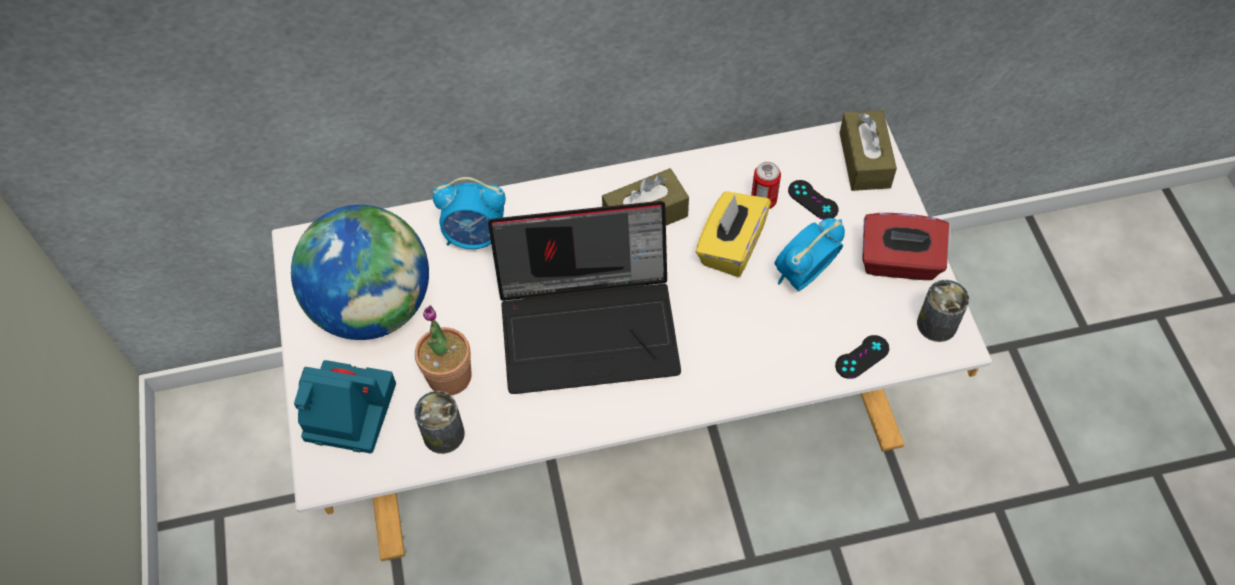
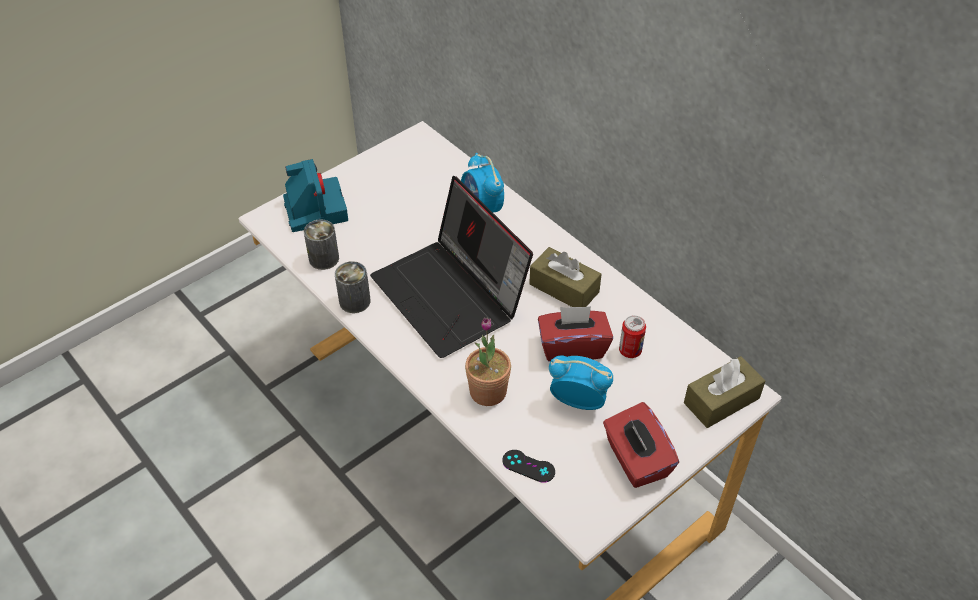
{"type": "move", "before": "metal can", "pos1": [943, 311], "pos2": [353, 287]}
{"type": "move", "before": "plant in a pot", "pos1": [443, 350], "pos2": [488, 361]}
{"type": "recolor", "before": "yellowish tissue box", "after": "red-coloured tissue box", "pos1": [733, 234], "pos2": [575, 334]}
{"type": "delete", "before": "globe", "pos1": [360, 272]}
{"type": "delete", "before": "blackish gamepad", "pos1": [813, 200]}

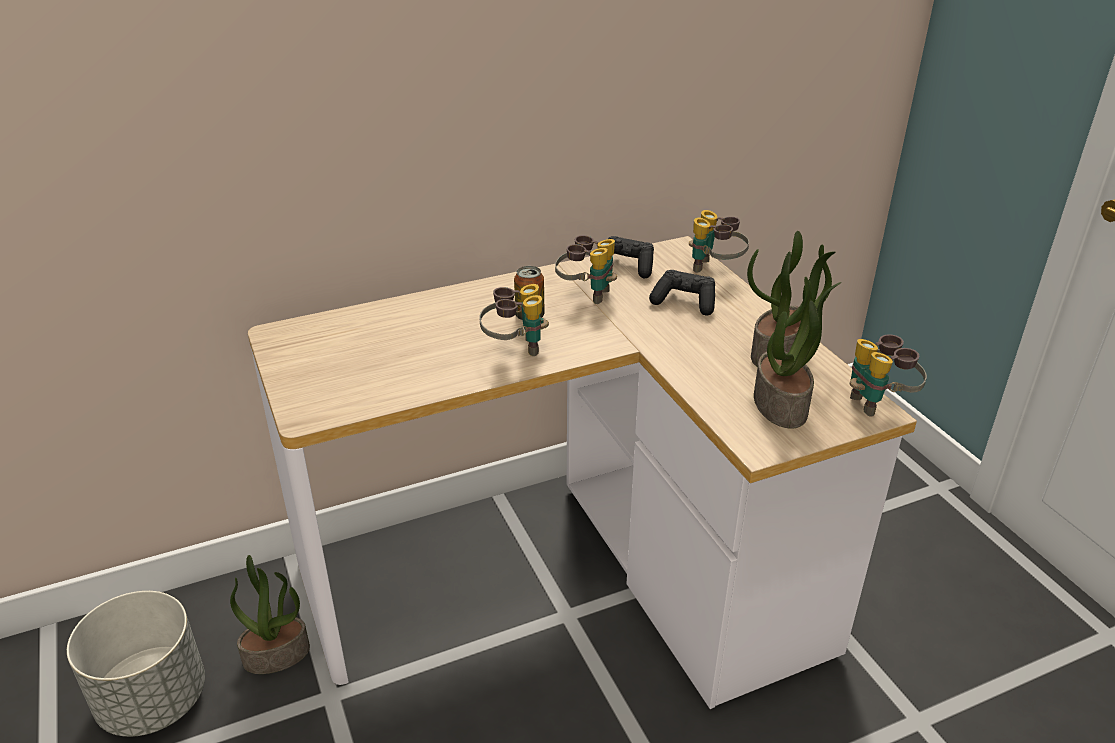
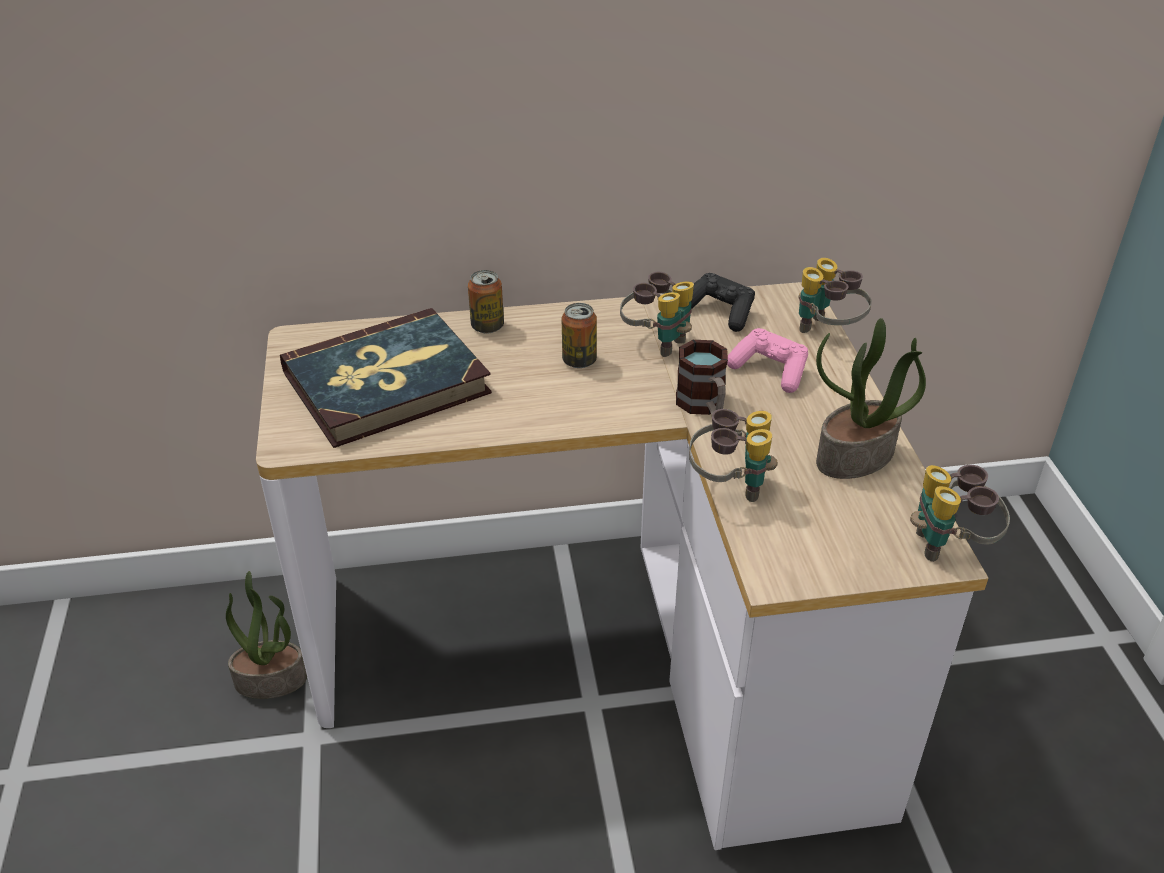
{"type": "insert", "after": "bound book", "pos2": [386, 378]}
{"type": "insert", "after": "metal can", "pos2": [486, 302]}
{"type": "insert", "after": "tea mug", "pos2": [702, 377]}
{"type": "move", "before": "field glasses", "pos1": [514, 320], "pos2": [733, 455]}
{"type": "recolor", "before": "blackish gamepad", "after": "pinkish gamepad", "pos1": [682, 293], "pos2": [767, 360]}
{"type": "delete", "before": "greyish plant pot", "pos1": [136, 664]}
{"type": "delete", "before": "plant in a pot", "pos1": [797, 353]}

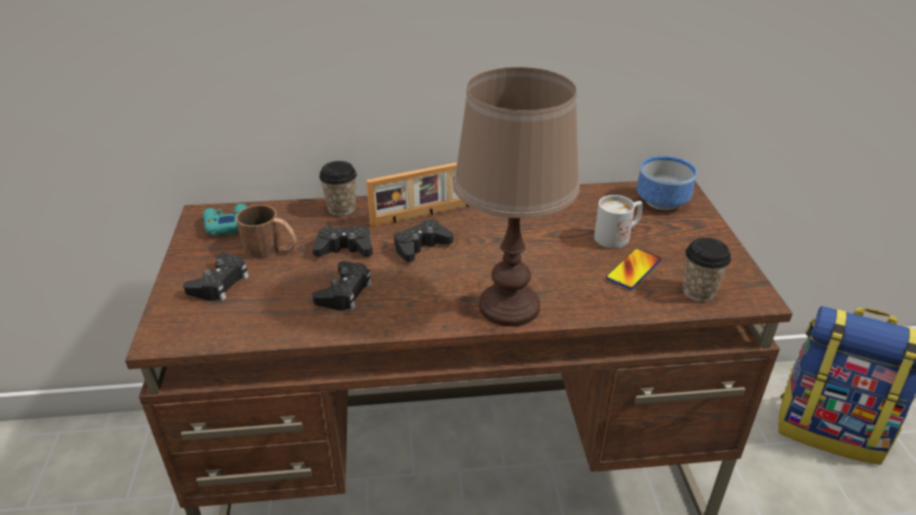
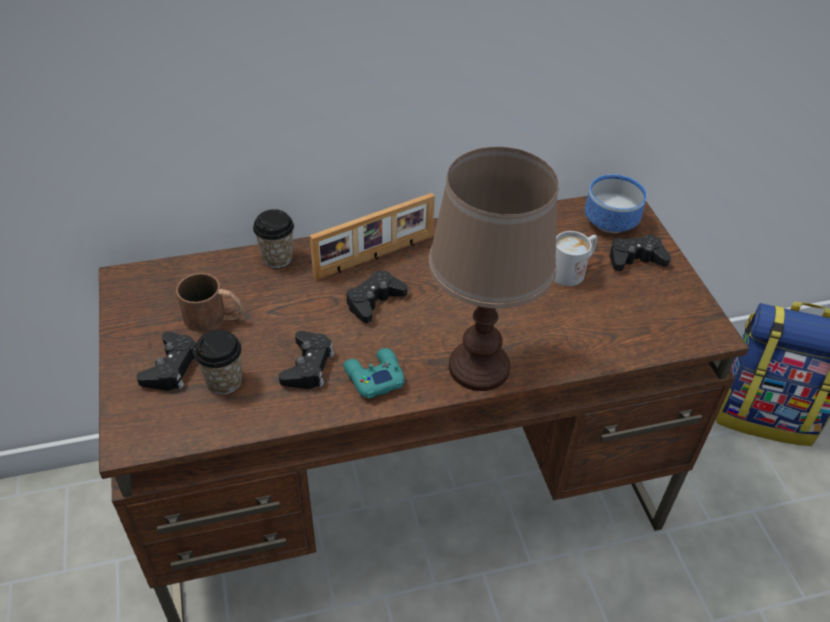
{"type": "move", "before": "cup", "pos1": [706, 270], "pos2": [218, 362]}
{"type": "move", "before": "turquoise-coloured gamepad", "pos1": [225, 219], "pos2": [374, 373]}
{"type": "move", "before": "blackish gamepad", "pos1": [342, 241], "pos2": [640, 253]}
{"type": "delete", "before": "phone", "pos1": [633, 269]}

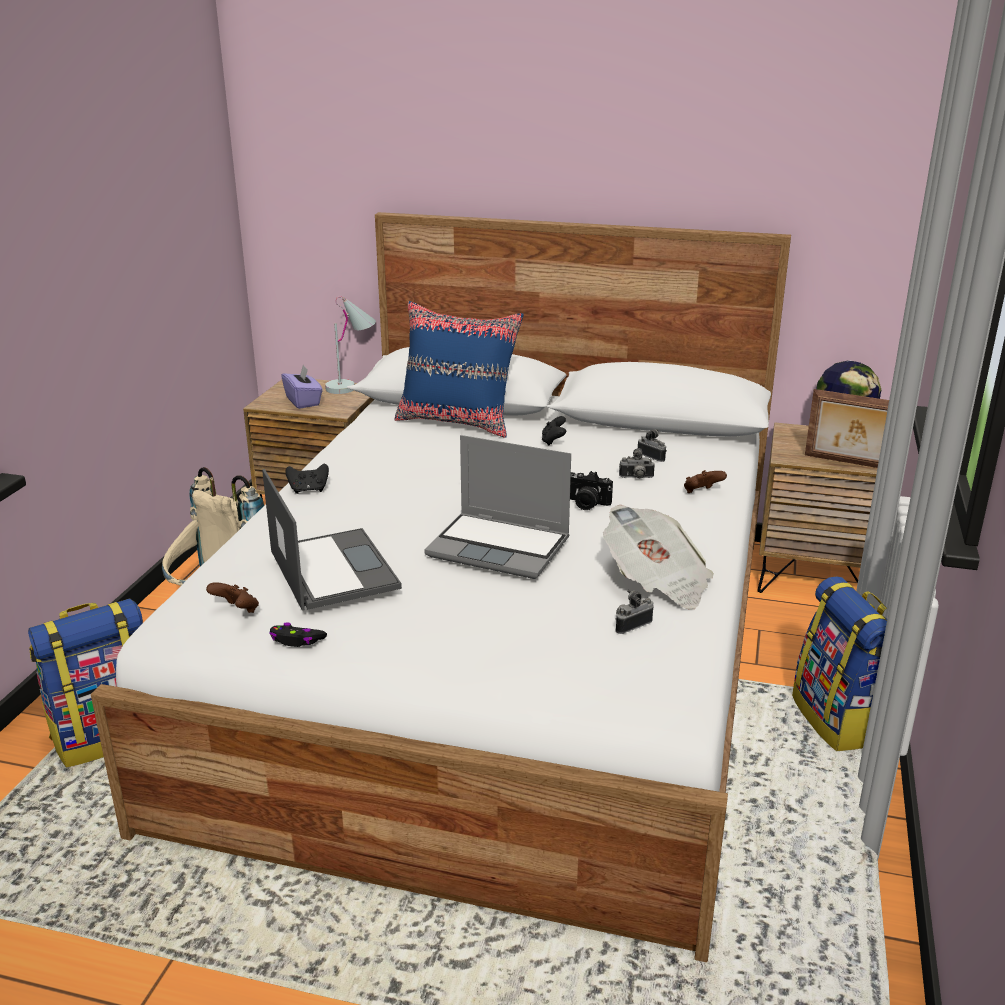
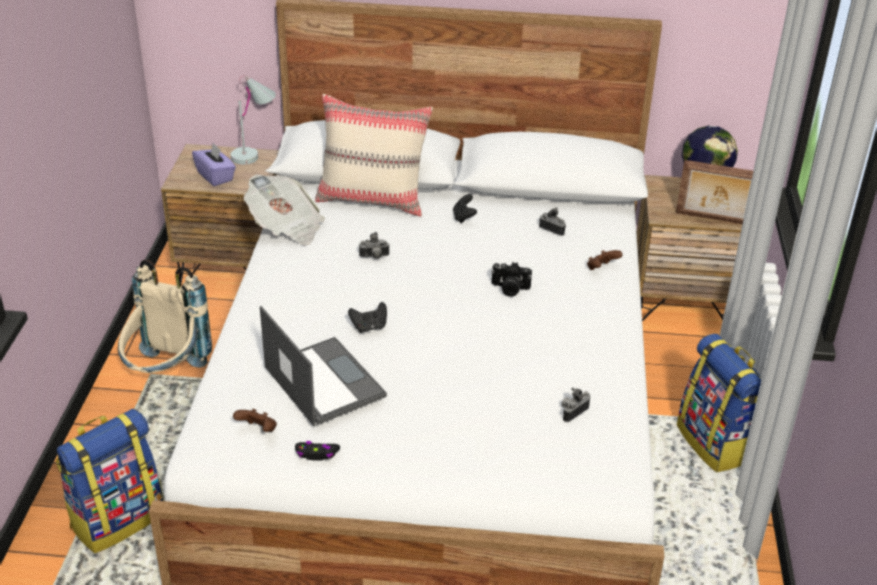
{"type": "move", "before": "daily paper", "pos1": [658, 557], "pos2": [284, 209]}
{"type": "recolor", "before": "bluish throw pillow", "after": "sand-coloured throw pillow", "pos1": [459, 369], "pos2": [374, 155]}
{"type": "move", "before": "blackish gamepad", "pos1": [307, 479], "pos2": [367, 317]}
{"type": "move", "before": "photo camera", "pos1": [637, 463], "pos2": [374, 245]}
{"type": "delete", "before": "portable computer", "pos1": [497, 507]}

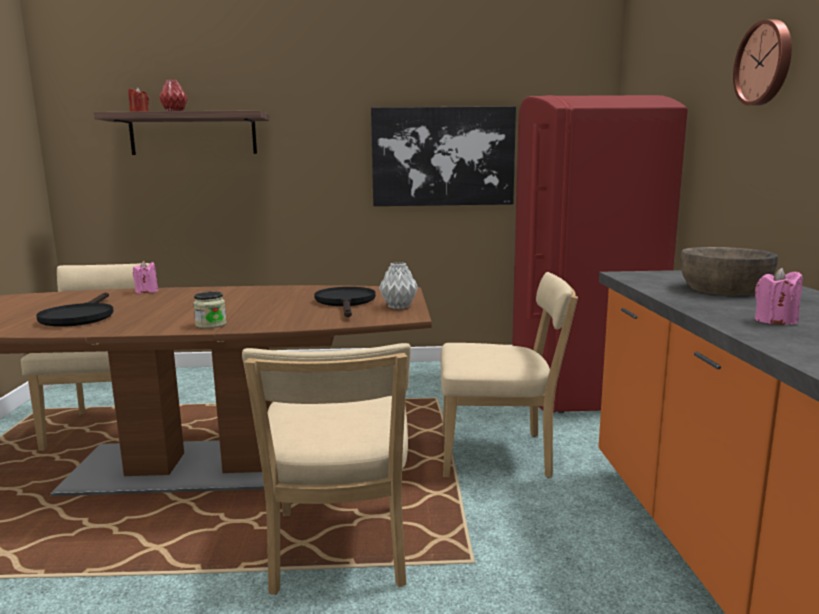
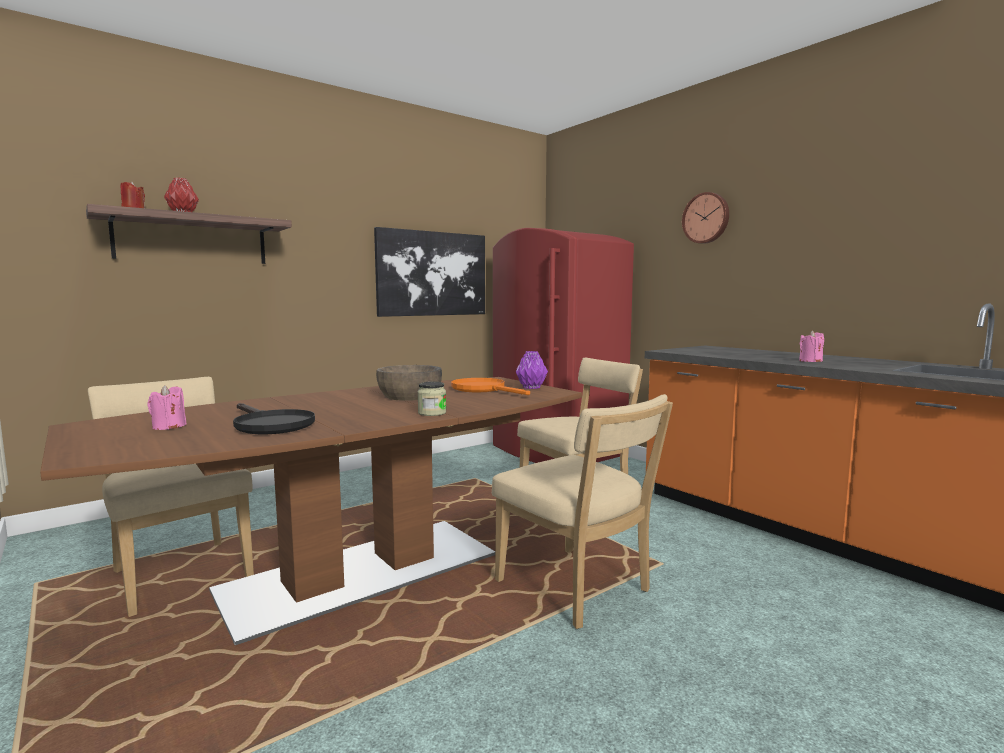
{"type": "move", "before": "pinkish wax light", "pos1": [145, 277], "pos2": [167, 407]}
{"type": "move", "before": "brown-coloured bowl", "pos1": [729, 271], "pos2": [409, 383]}
{"type": "recolor", "before": "blackish skillet", "after": "orange-coloured skillet", "pos1": [345, 302], "pos2": [490, 386]}
{"type": "recolor", "before": "greyish flower vase", "after": "purple-coloured flower vase", "pos1": [398, 285], "pos2": [532, 370]}

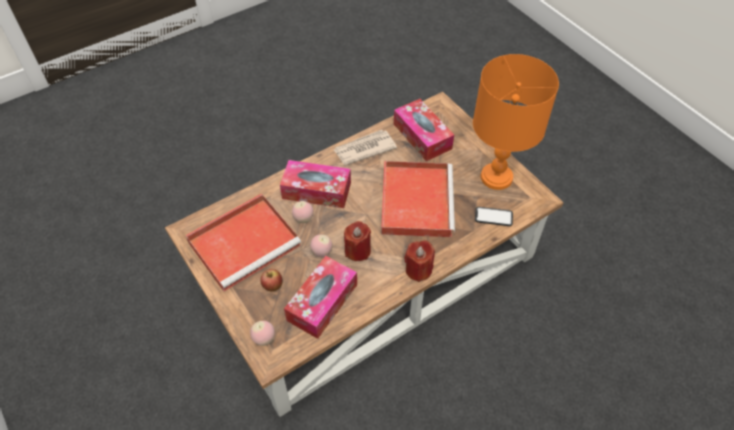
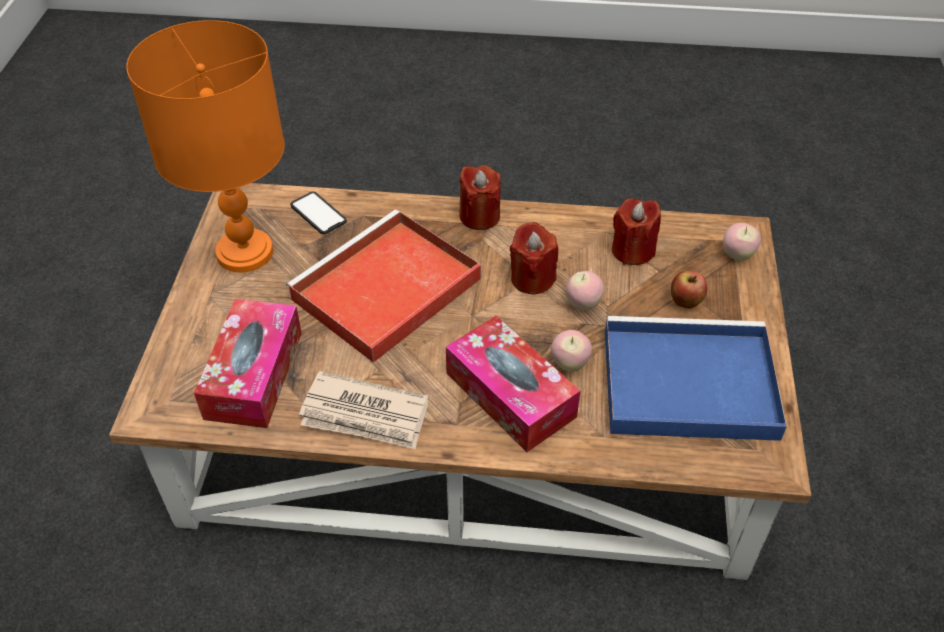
{"type": "recolor", "before": "red-coloured serving tray", "after": "bluish serving tray", "pos1": [243, 242], "pos2": [696, 378]}
{"type": "replace", "before": "tissue box", "after": "red-coloured wax light", "pos1": [320, 297], "pos2": [636, 231]}

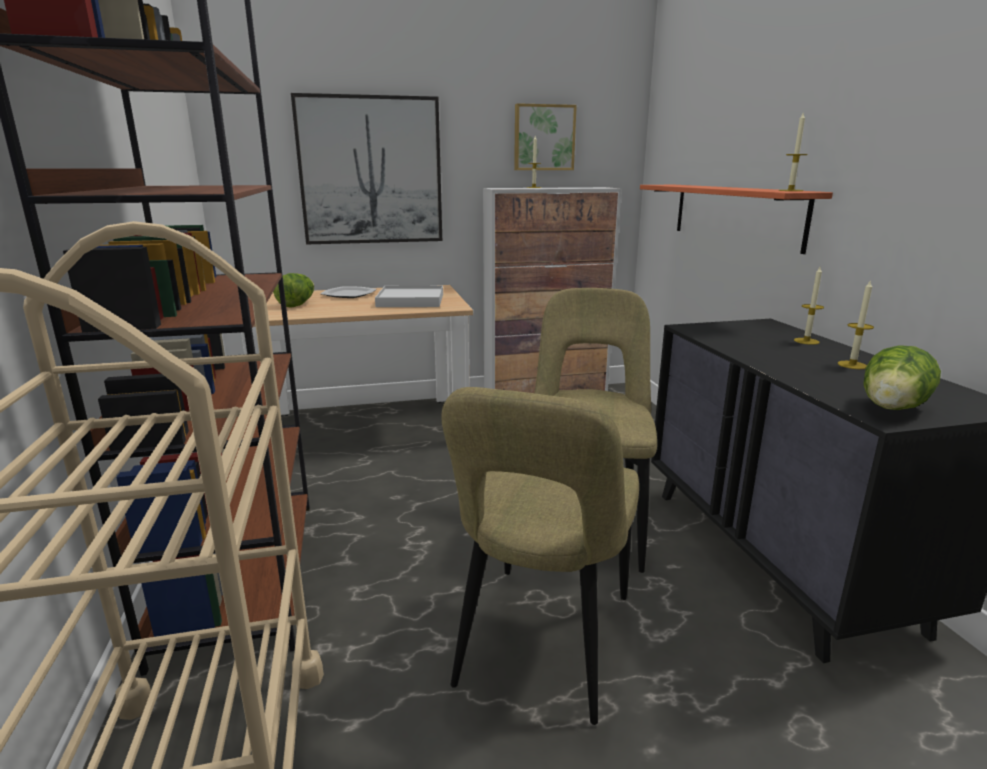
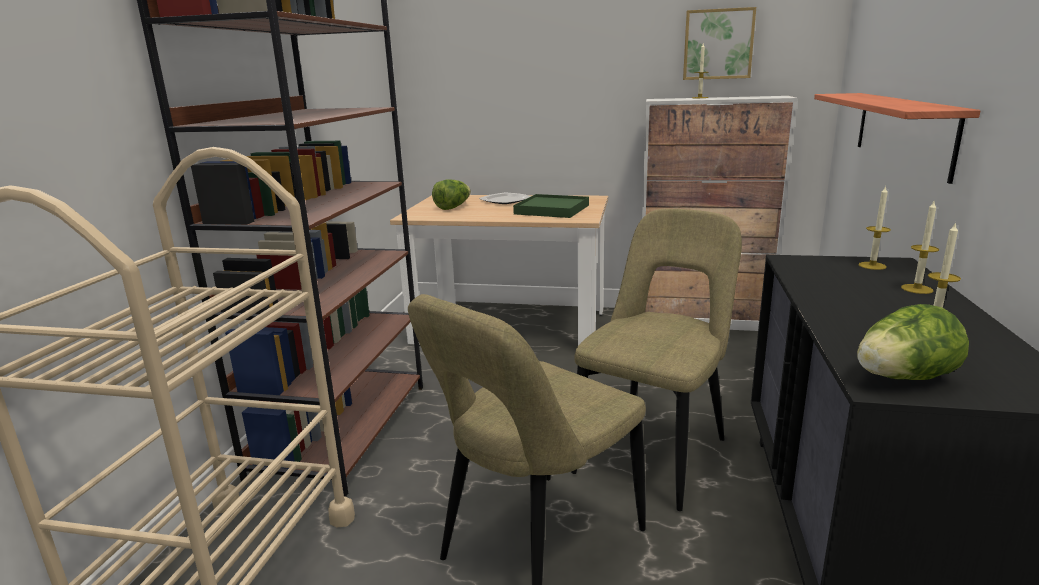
{"type": "recolor", "before": "whitish serving tray", "after": "greenish serving tray", "pos1": [409, 296], "pos2": [551, 206]}
{"type": "move", "before": "wax light", "pos1": [793, 152], "pos2": [875, 227]}
{"type": "delete", "before": "picture", "pos1": [366, 169]}

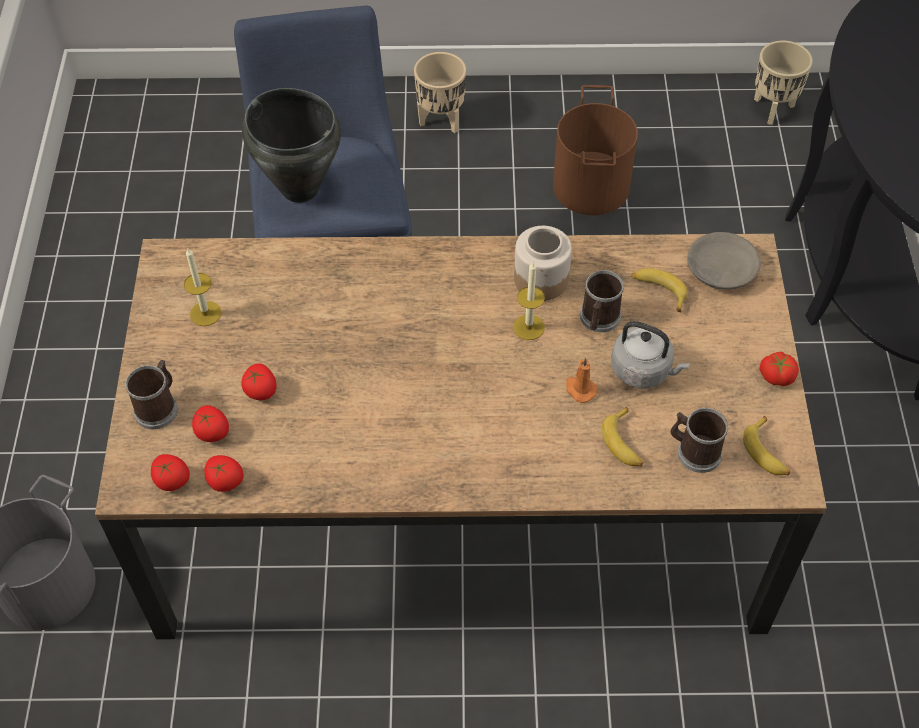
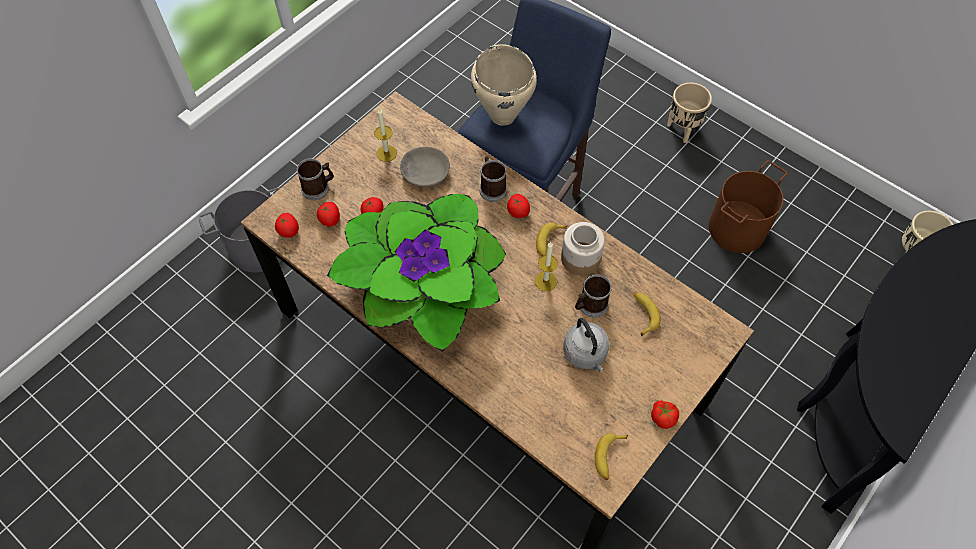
{"type": "insert", "after": "plant in a pot", "pos2": [416, 273]}
{"type": "move", "before": "greyish bowl", "pos1": [724, 261], "pos2": [425, 167]}
{"type": "recolor", "before": "blackish cooking pot", "after": "sand-coloured cooking pot", "pos1": [291, 145], "pos2": [504, 85]}
{"type": "move", "before": "tea mug", "pos1": [699, 440], "pos2": [493, 179]}
{"type": "move", "before": "fresh tomato", "pos1": [224, 473], "pos2": [518, 206]}
{"type": "move", "before": "banana", "pos1": [622, 436], "pos2": [551, 239]}
{"type": "delete", "before": "orange-coloured wax light", "pos1": [582, 380]}

